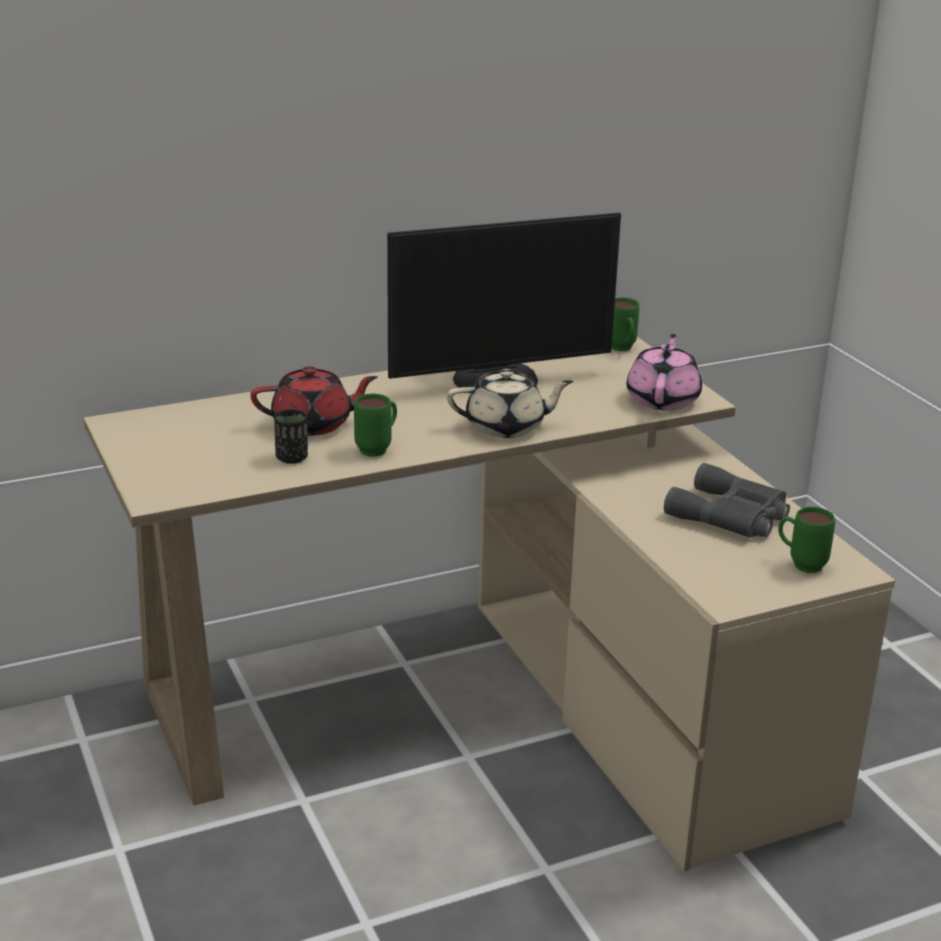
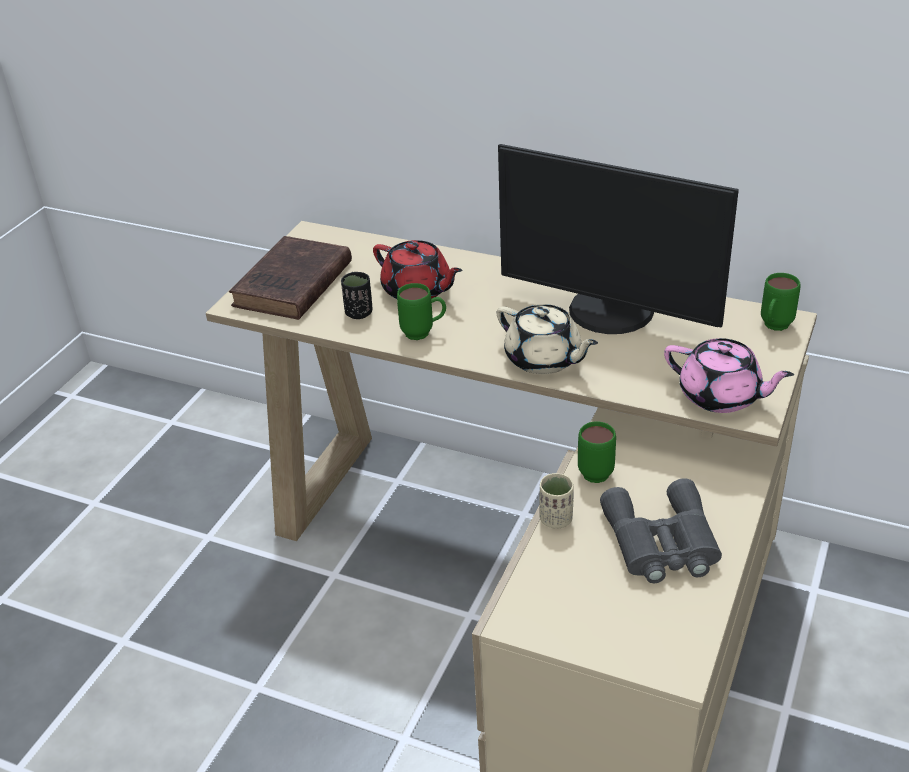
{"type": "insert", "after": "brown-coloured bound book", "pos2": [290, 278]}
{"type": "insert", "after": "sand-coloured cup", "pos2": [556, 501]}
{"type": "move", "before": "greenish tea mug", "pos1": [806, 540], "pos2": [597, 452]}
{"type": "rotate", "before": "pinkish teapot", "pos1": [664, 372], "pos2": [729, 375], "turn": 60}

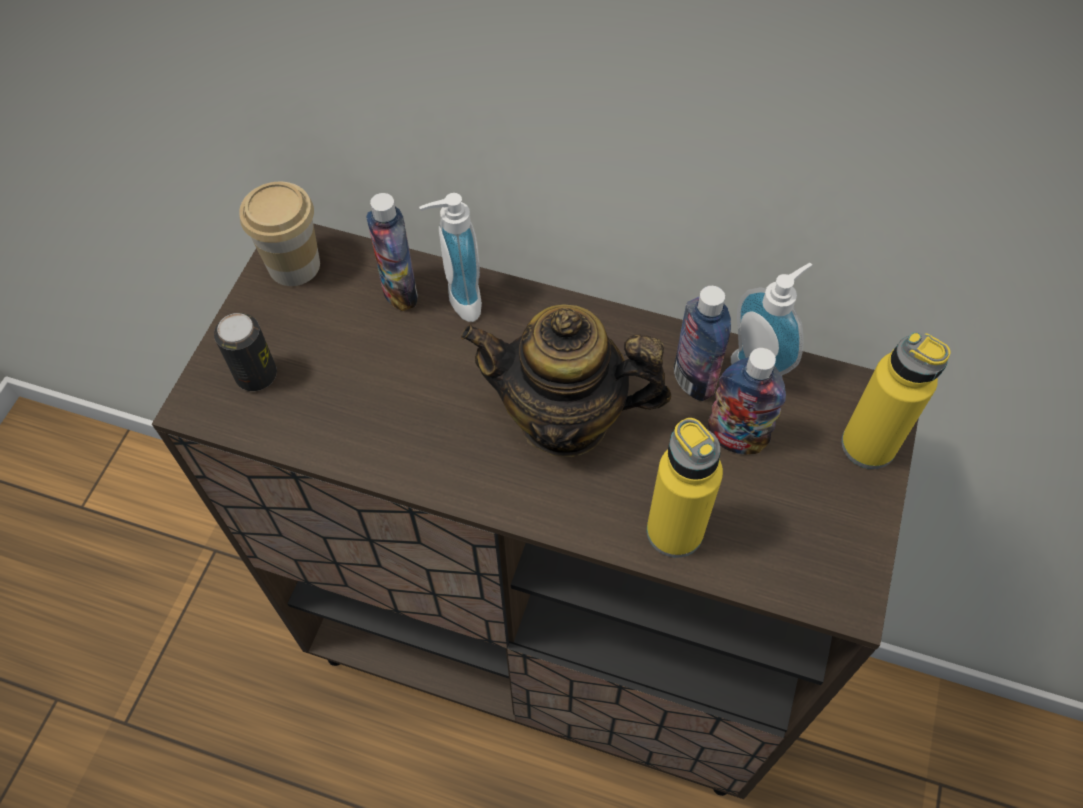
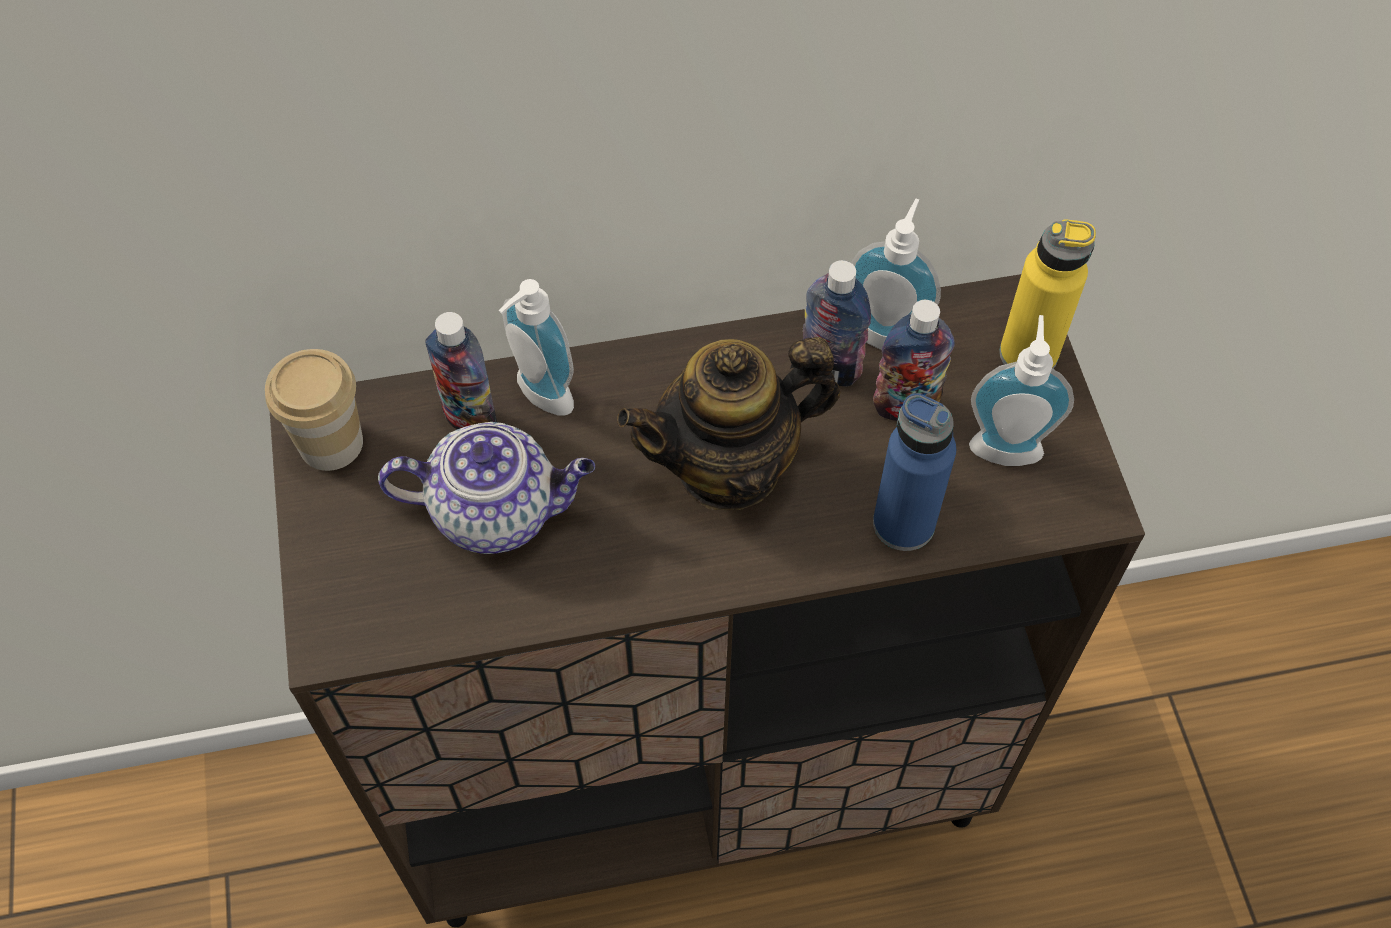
{"type": "insert", "after": "teapot", "pos2": [486, 488]}
{"type": "recolor", "before": "yellowish drink bottle", "after": "bluish drink bottle", "pos1": [685, 488], "pos2": [914, 472]}
{"type": "insert", "after": "soap bottle", "pos2": [1021, 390]}
{"type": "delete", "before": "metal can", "pos1": [245, 352]}

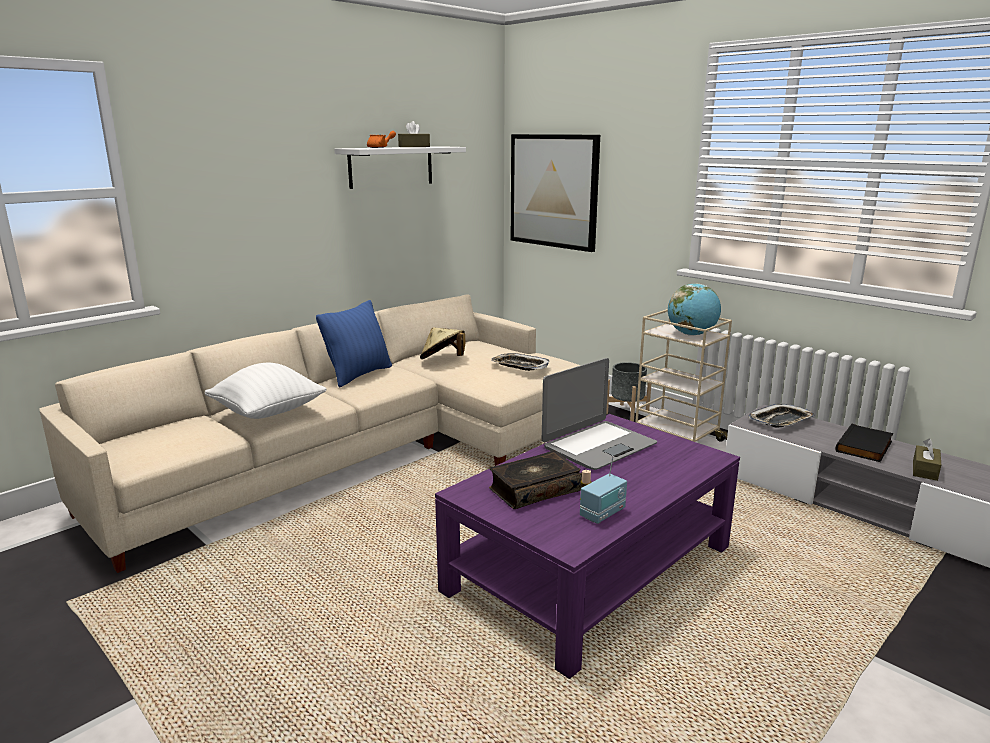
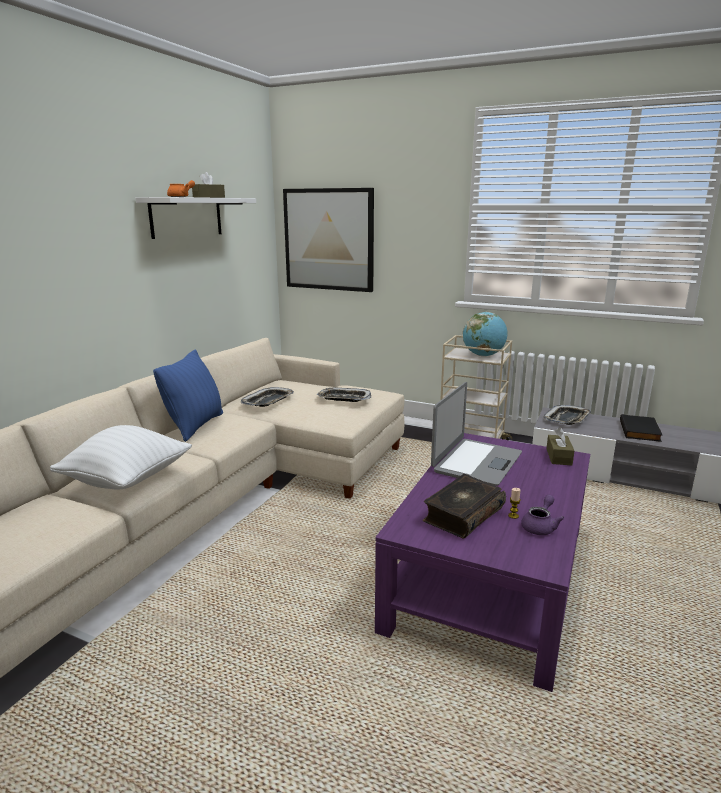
{"type": "replace", "before": "sand-coloured hat", "after": "serving tray", "pos1": [442, 343], "pos2": [267, 397]}
{"type": "replace", "before": "radio set", "after": "purple-coloured teapot", "pos1": [603, 490], "pos2": [542, 514]}
{"type": "move", "before": "brown-coloured tissue box", "pos1": [927, 459], "pos2": [560, 446]}
{"type": "delete", "before": "greyish plant pot", "pos1": [628, 391]}

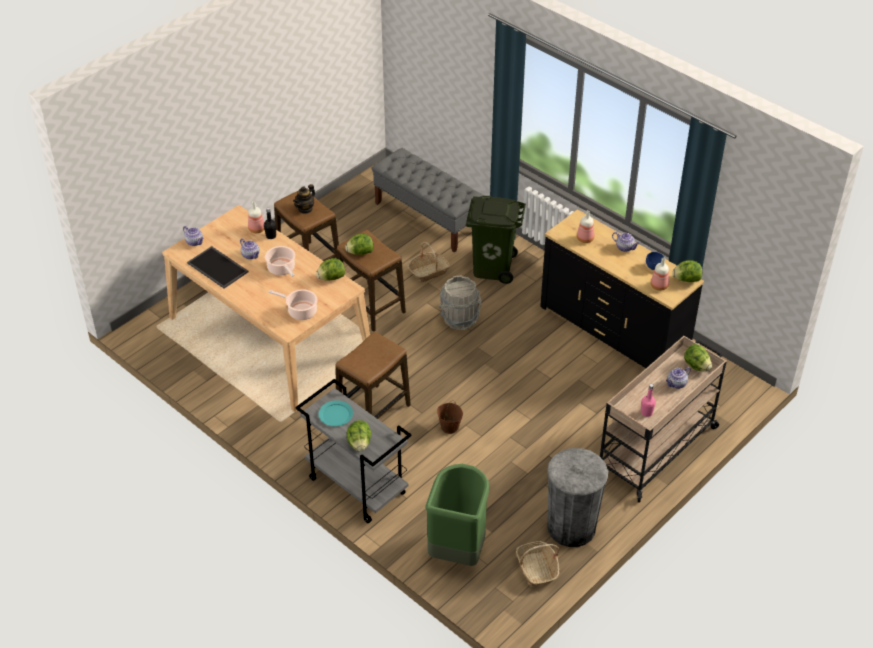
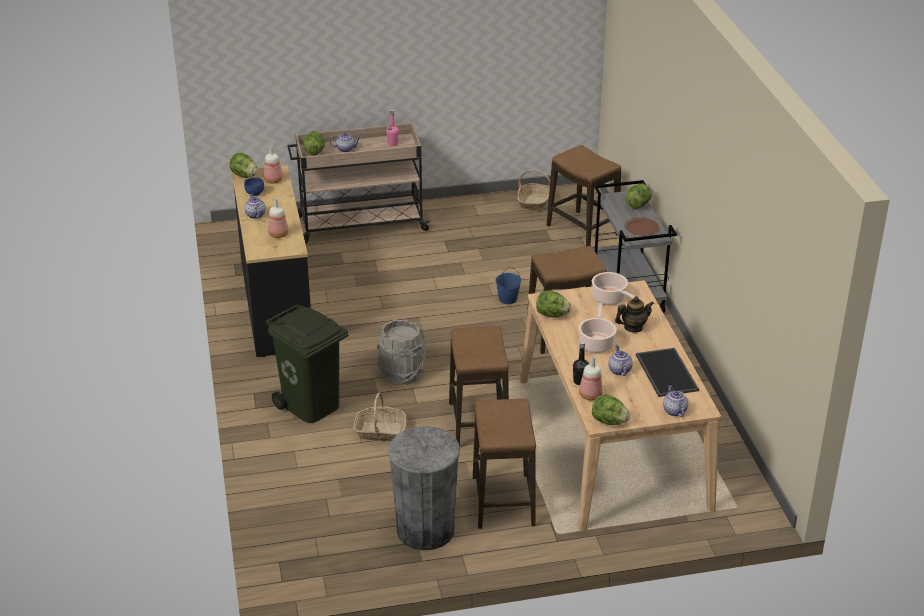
{"type": "move", "before": "greyish waste bin", "pos1": [577, 497], "pos2": [424, 488]}
{"type": "recolor", "before": "brown-coloured water bucket", "after": "bluish water bucket", "pos1": [450, 417], "pos2": [508, 285]}
{"type": "replace", "before": "greenish waste bin", "after": "stool seat", "pos1": [457, 515], "pos2": [584, 195]}
{"type": "move", "before": "head of lettuce", "pos1": [359, 244], "pos2": [611, 410]}
{"type": "move", "before": "teapot", "pos1": [304, 199], "pos2": [634, 314]}
{"type": "recolor", "before": "turquoise-coloured dinner plate", "after": "brown-coloured dinner plate", "pos1": [336, 413], "pos2": [642, 226]}
{"type": "delete", "before": "greyish bench", "pos1": [428, 200]}

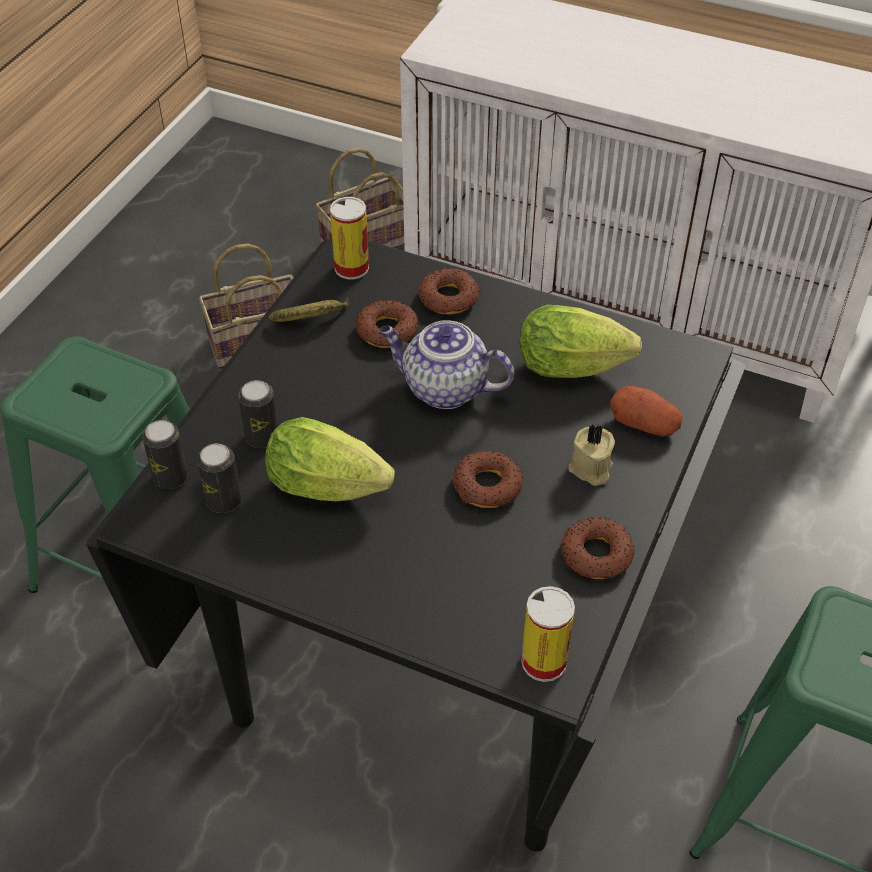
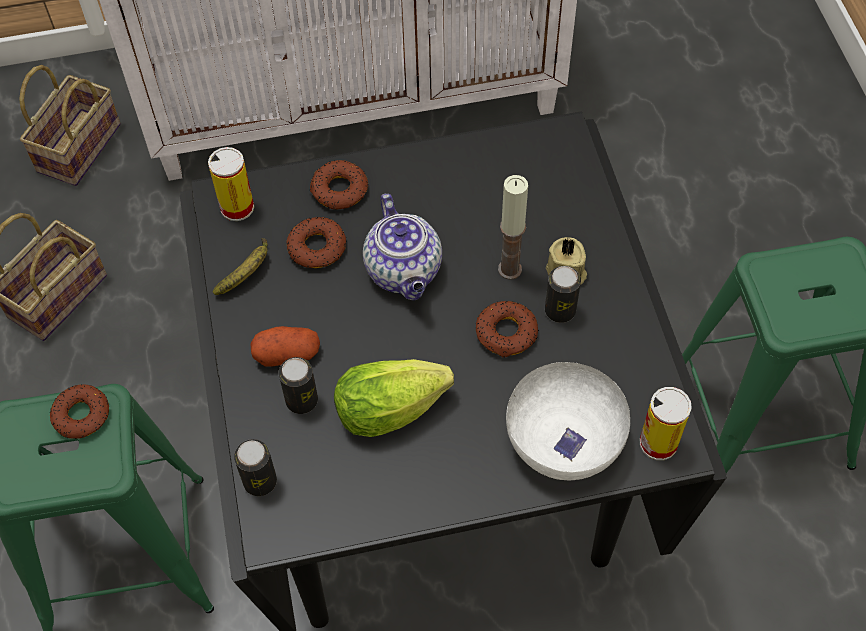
{"type": "move", "before": "ring doughnut", "pos1": [598, 548], "pos2": [79, 411]}
{"type": "move", "before": "whole potato", "pos1": [646, 411], "pos2": [285, 346]}
{"type": "rotate", "before": "teapot", "pos1": [446, 364], "pos2": [402, 247], "turn": -90}
{"type": "insert", "after": "wax light", "pos2": [513, 227]}
{"type": "insert", "after": "whitish bowl", "pos2": [568, 421]}
{"type": "move", "before": "metal can", "pos1": [219, 478], "pos2": [563, 294]}
{"type": "delete", "before": "head of lettuce", "pos1": [581, 341]}

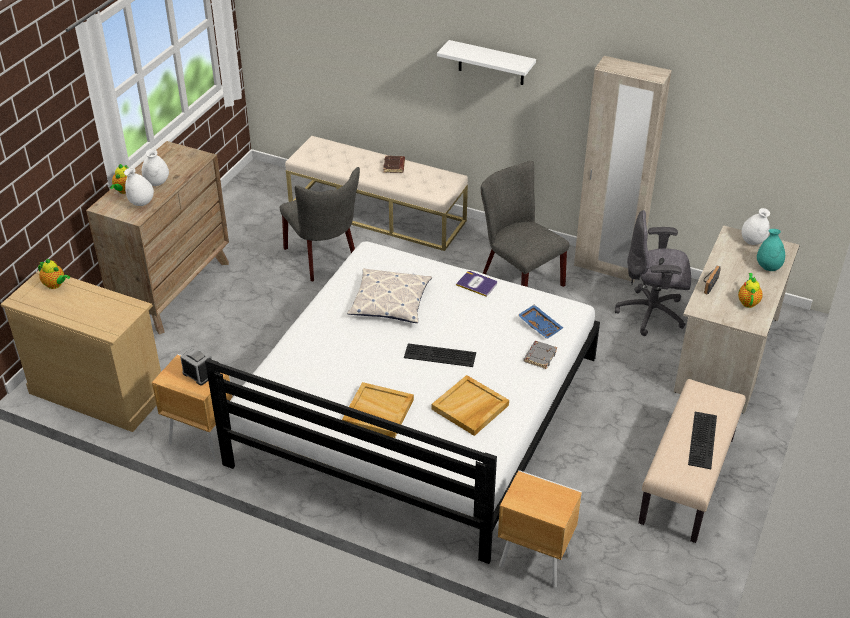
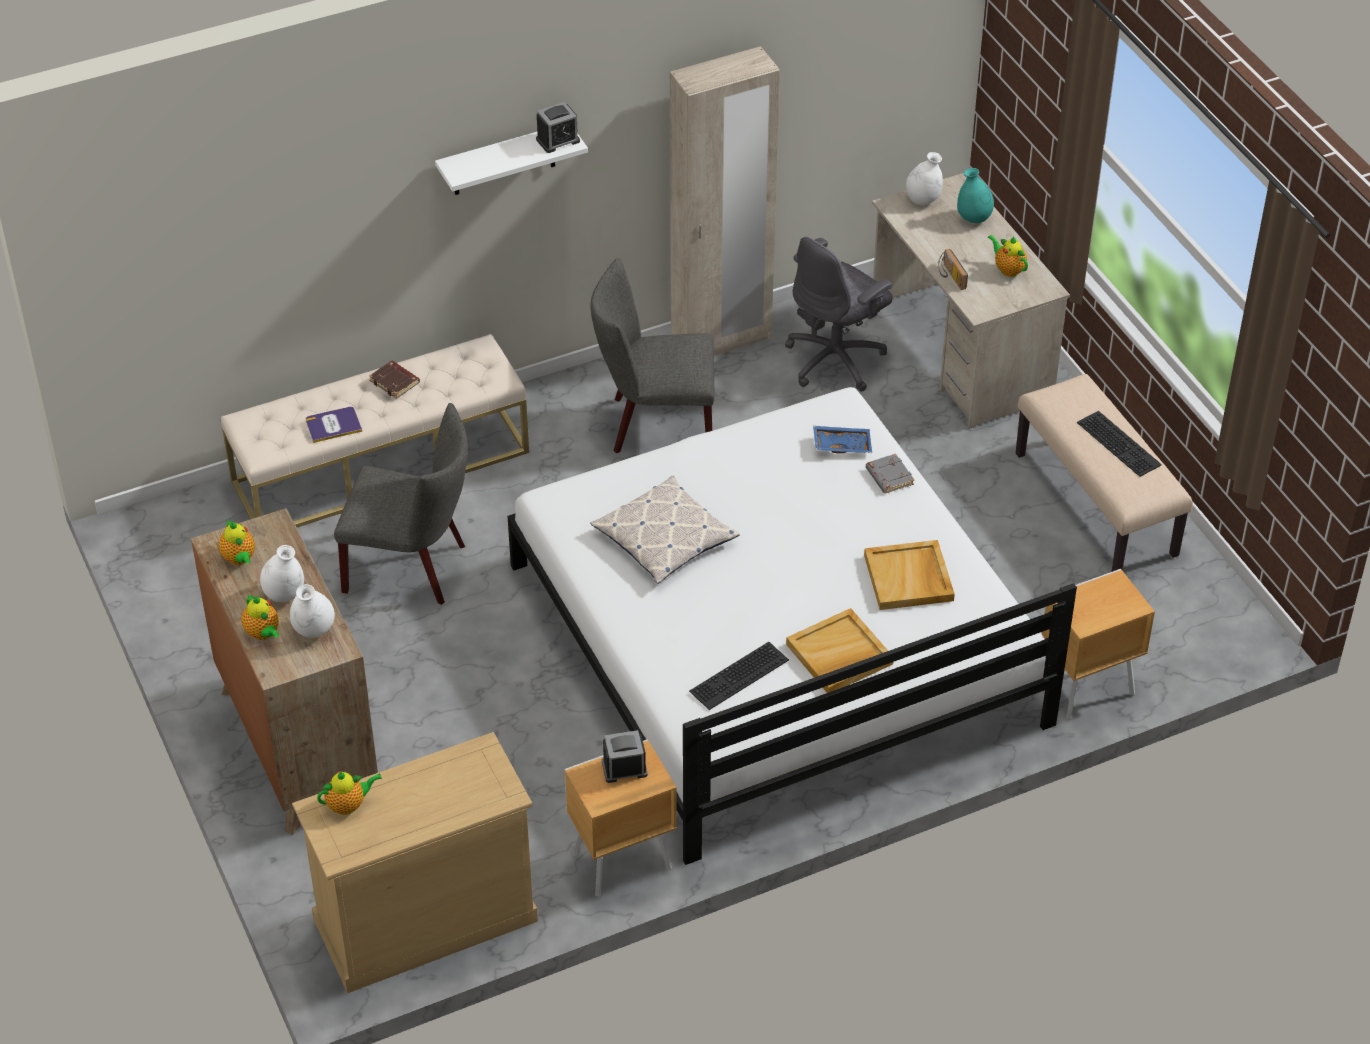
{"type": "insert", "after": "teapot", "pos2": [237, 542]}
{"type": "move", "before": "bound book", "pos1": [476, 284], "pos2": [334, 425]}
{"type": "insert", "after": "table clock", "pos2": [558, 127]}
{"type": "move", "before": "keyboard", "pos1": [440, 355], "pos2": [739, 676]}

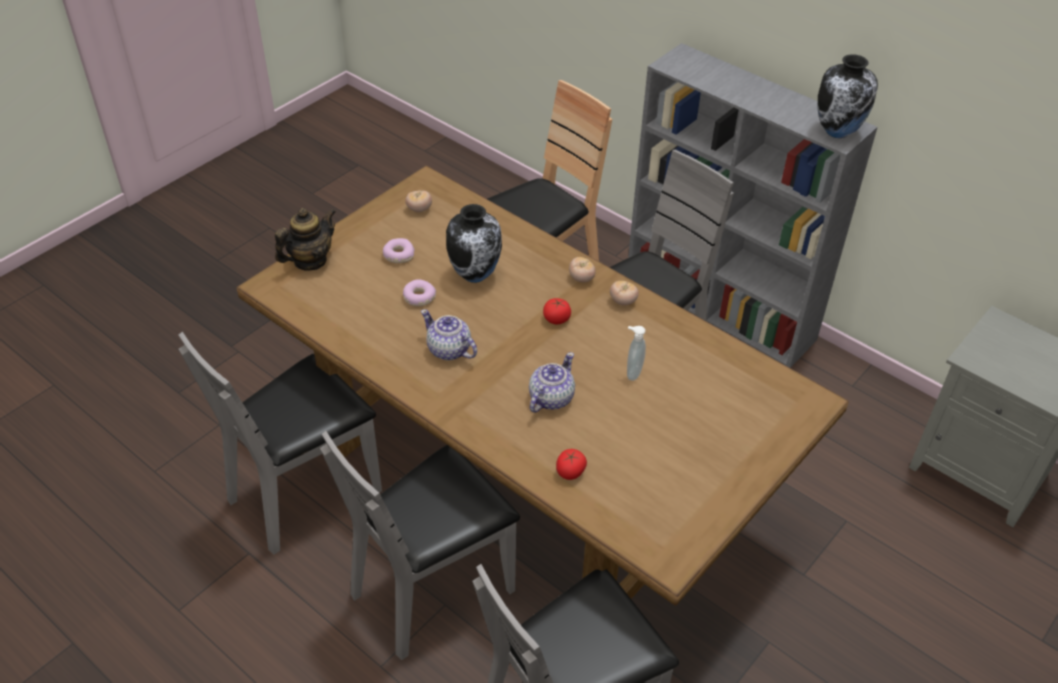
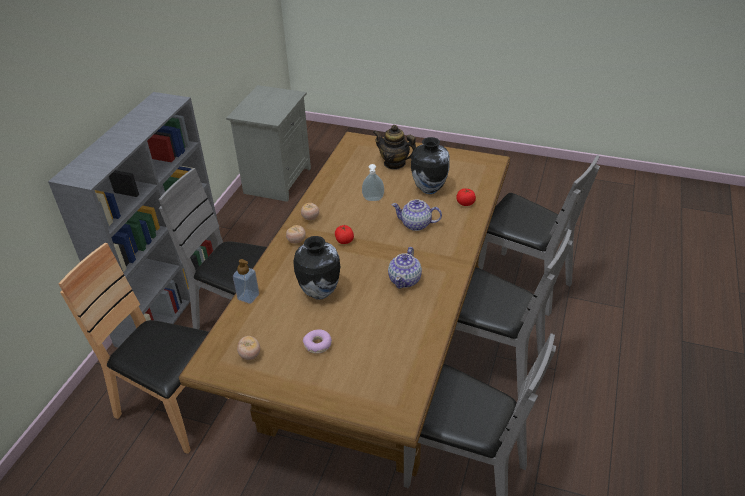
{"type": "insert", "after": "soap bottle", "pos2": [246, 281]}
{"type": "move", "before": "teapot", "pos1": [305, 239], "pos2": [394, 147]}
{"type": "move", "before": "flower vase", "pos1": [848, 96], "pos2": [430, 165]}
{"type": "delete", "before": "ring doughnut", "pos1": [419, 292]}

